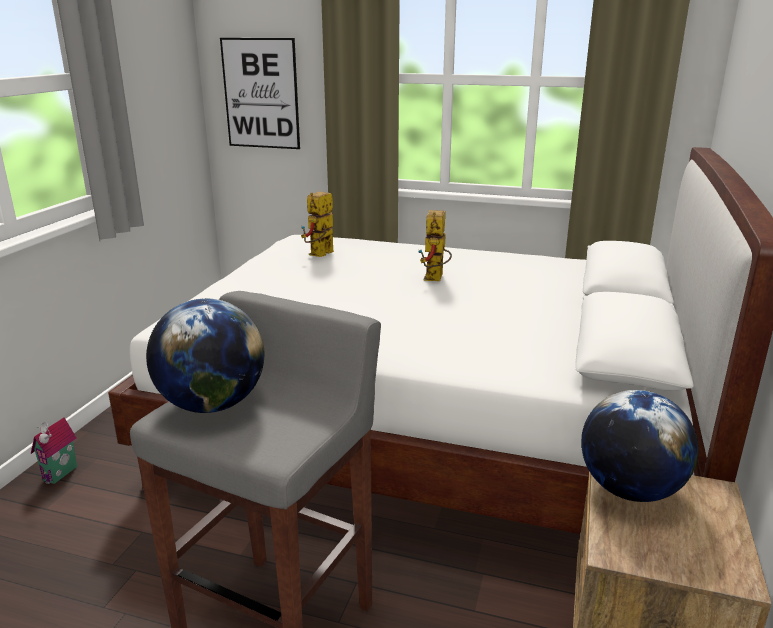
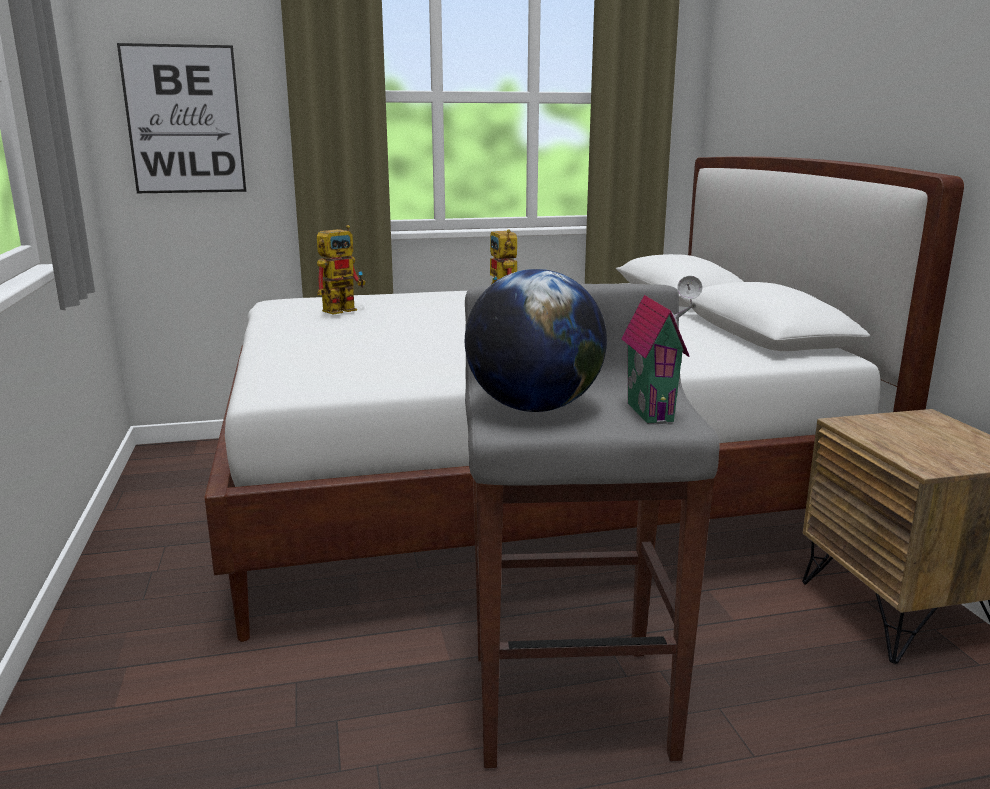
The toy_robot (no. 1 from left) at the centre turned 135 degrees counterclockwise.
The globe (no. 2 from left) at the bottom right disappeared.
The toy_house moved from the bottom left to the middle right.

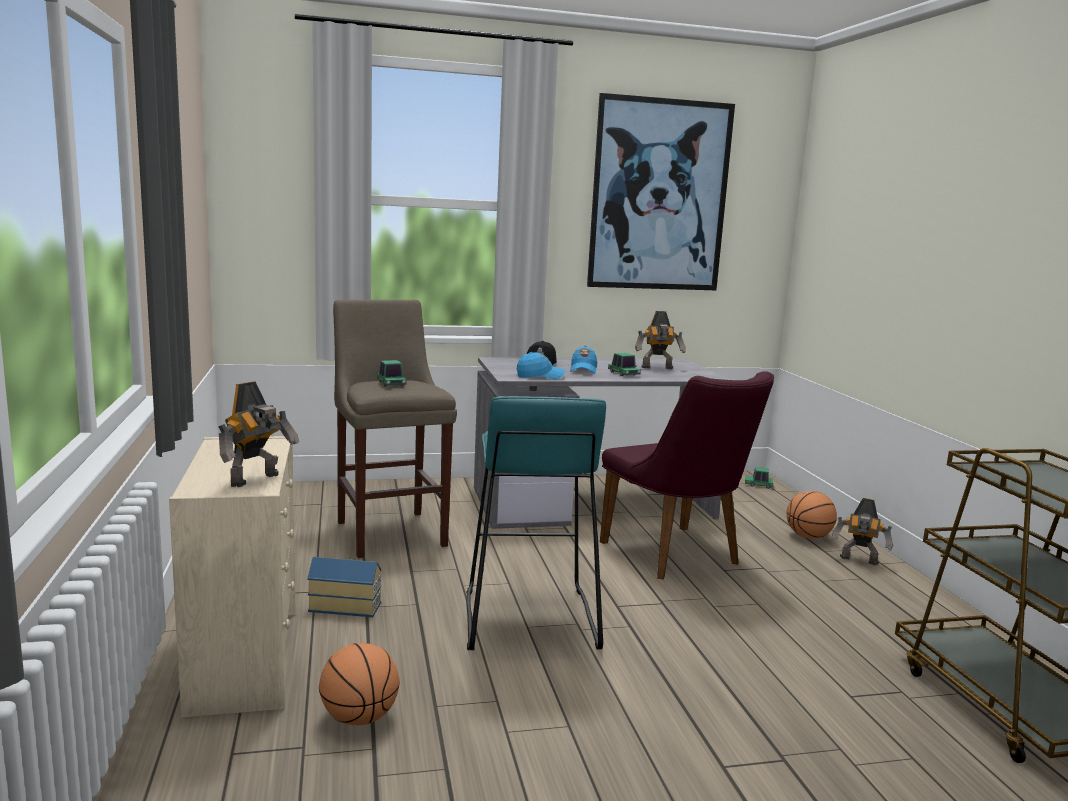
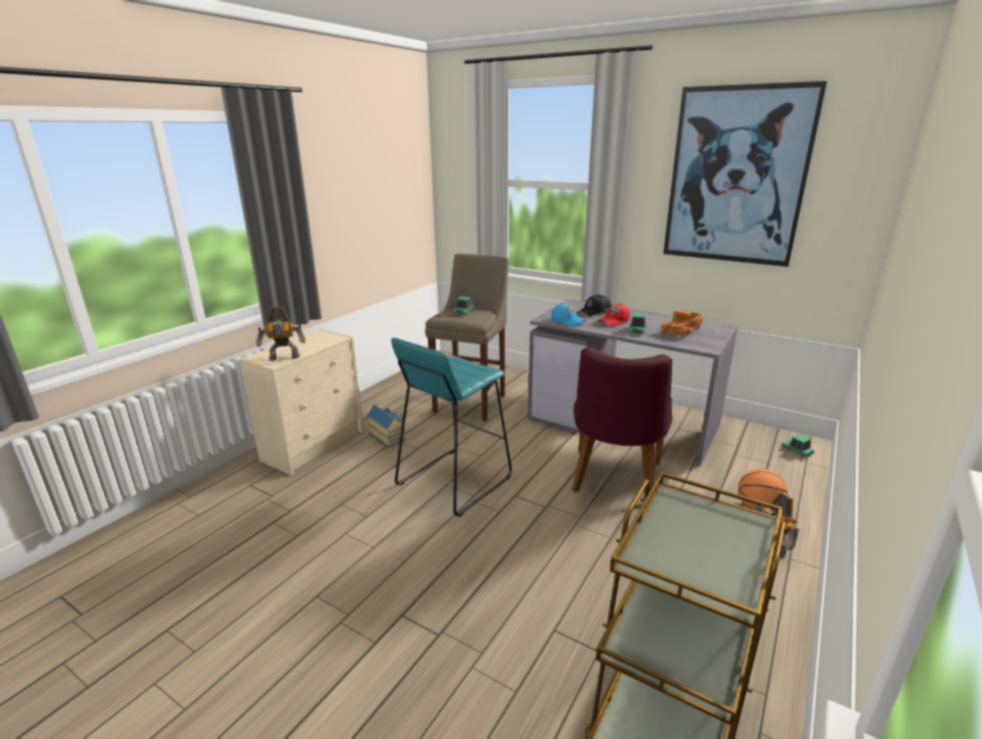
The toy_robot (no. 2 from left) at the centre was replaced by the toy_truck at the middle right.
The blue_cap (no. 2 from left) at the centre became the red_cap at the centre.
The basketball (no. 1 from left) at the bottom centre disappeared.

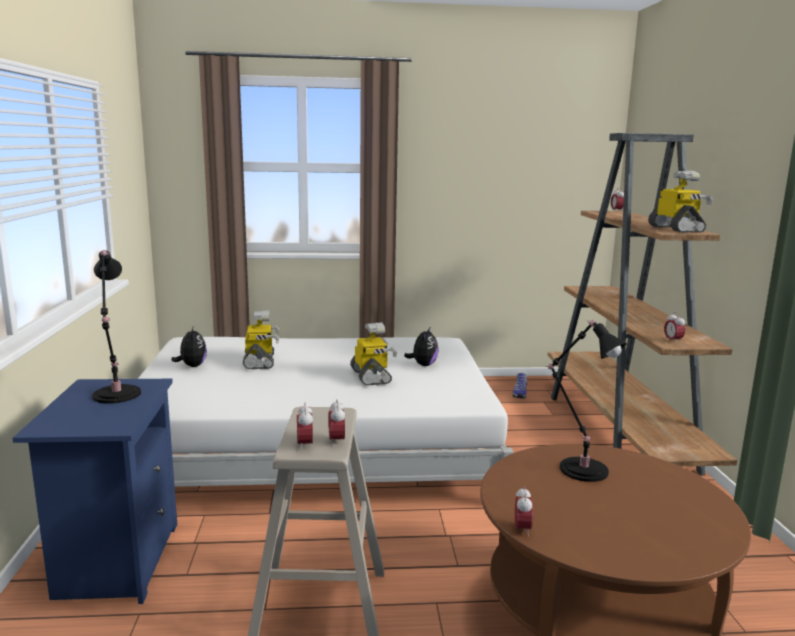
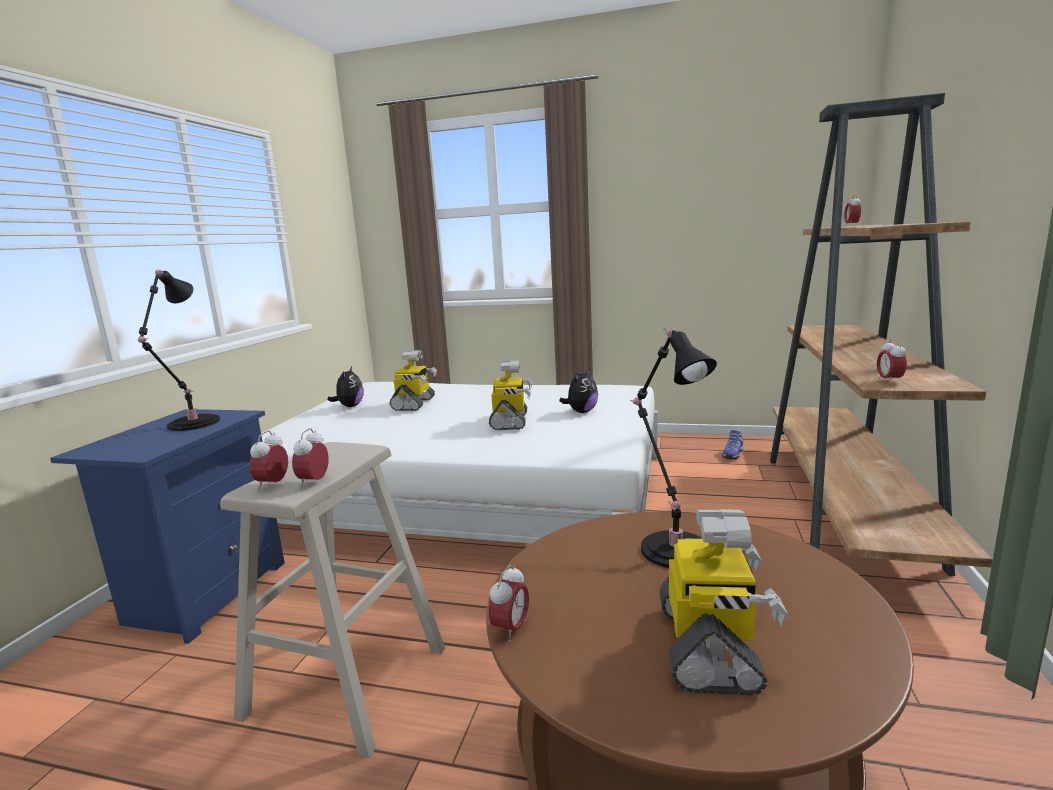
The toy_robot (no. 3 from left) moved from the top right to the bottom right.

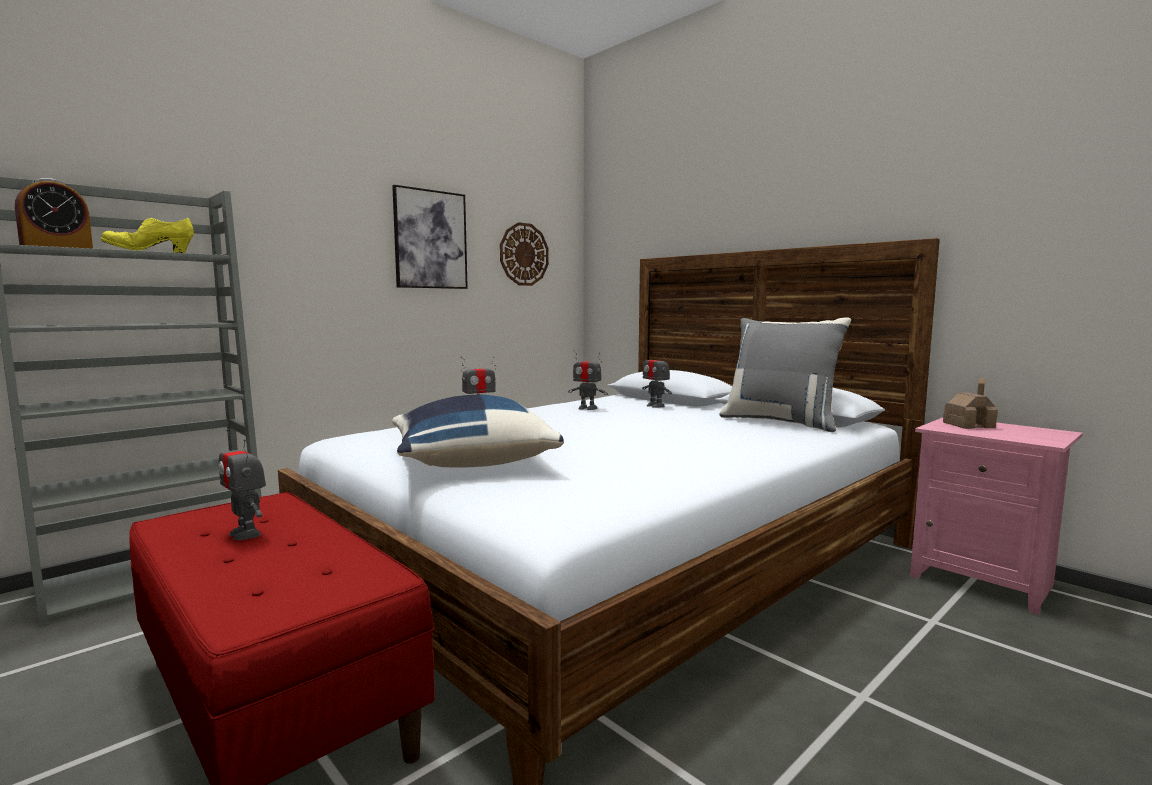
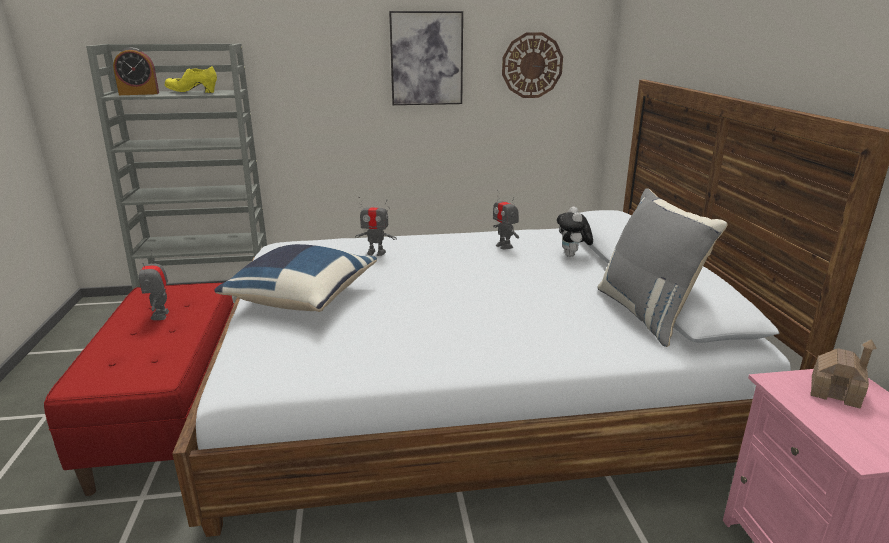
The toy_robot (no. 4 from left) at the centre was replaced by the plush_toy at the centre.

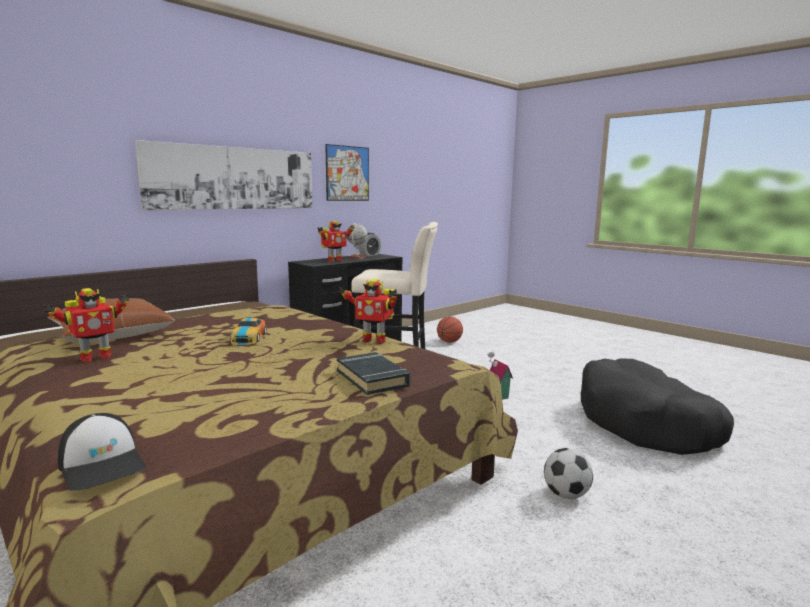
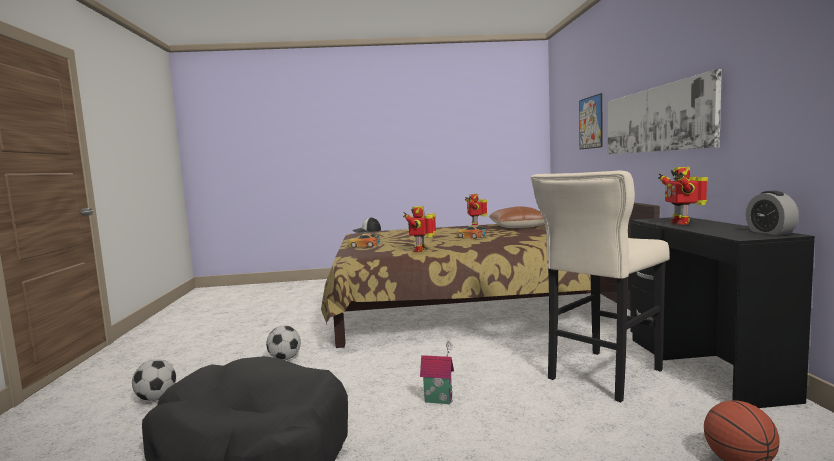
The picture (no. 2 from left in the first image) moved from the top centre to the top right.
The globe at the centre disappeared.
The toy_robot (no. 3 from left in the first image) at the centre turned 45 degrees counterclockwise.
The black_book at the centre was replaced by the toy_car (no. 1 from left) at the centre.
The football (no. 1 from left) at the bottom left appeared.

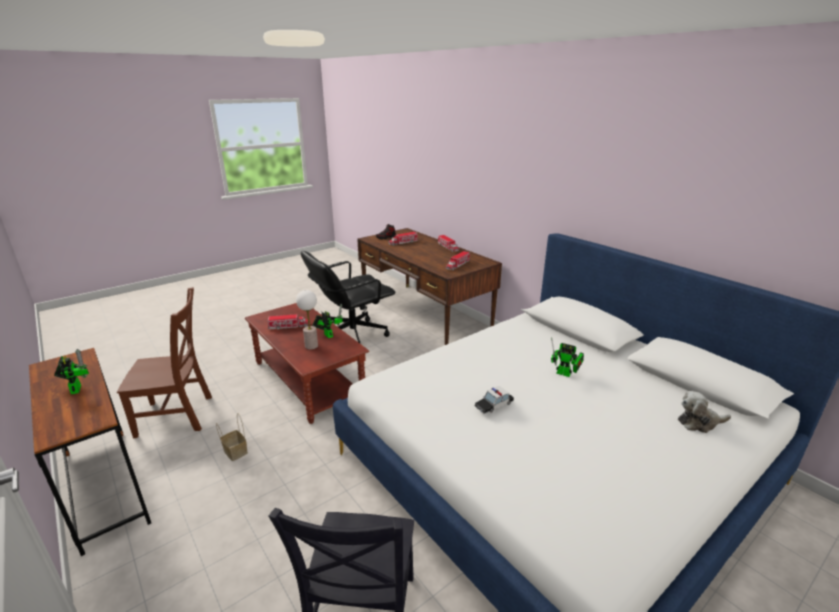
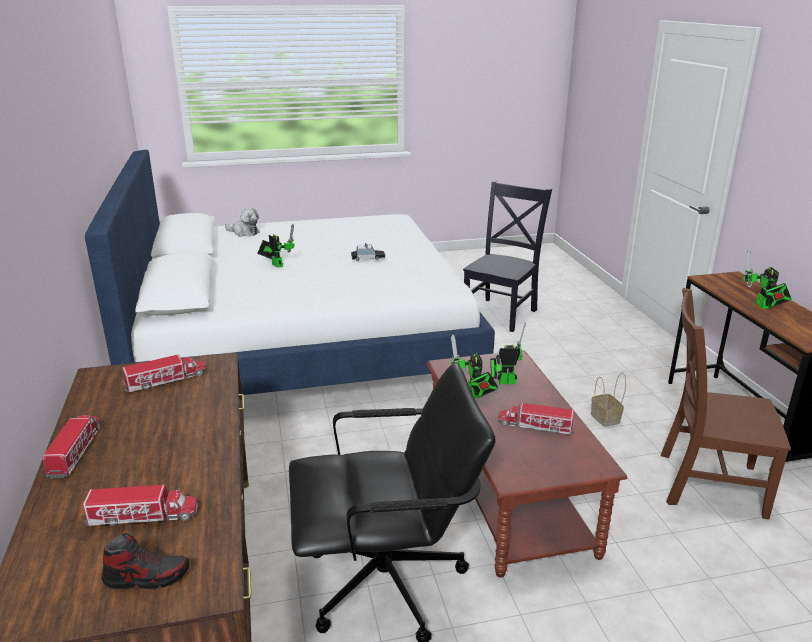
The table_lamp at the centre was replaced by the toy_robot (no. 3 from left) at the centre.

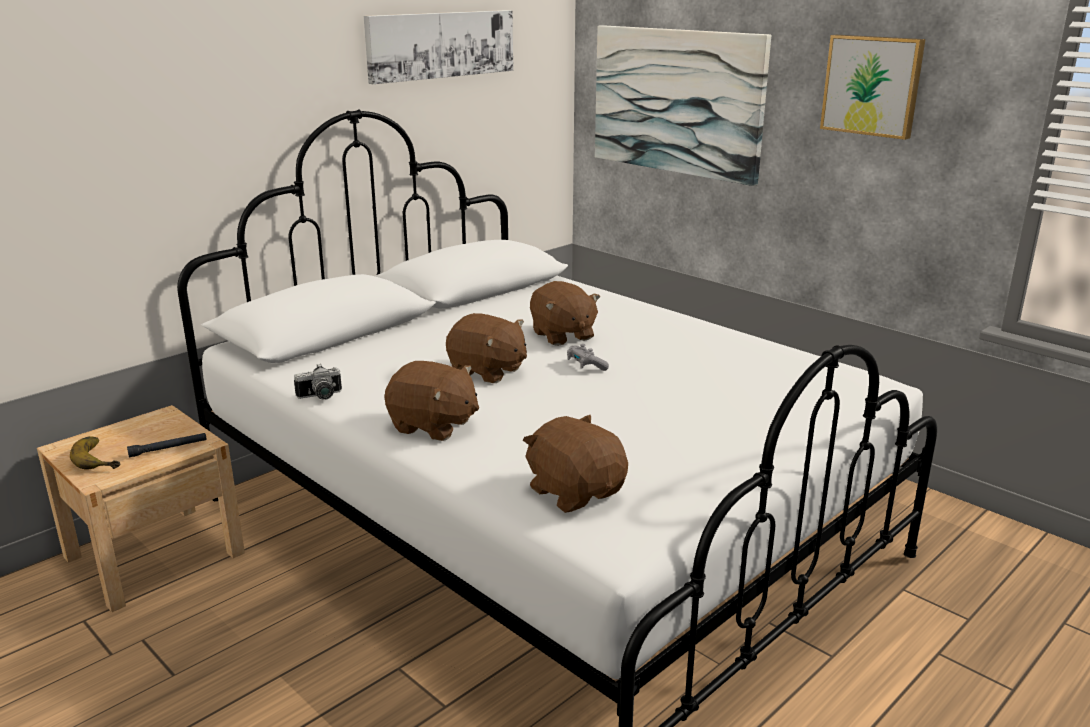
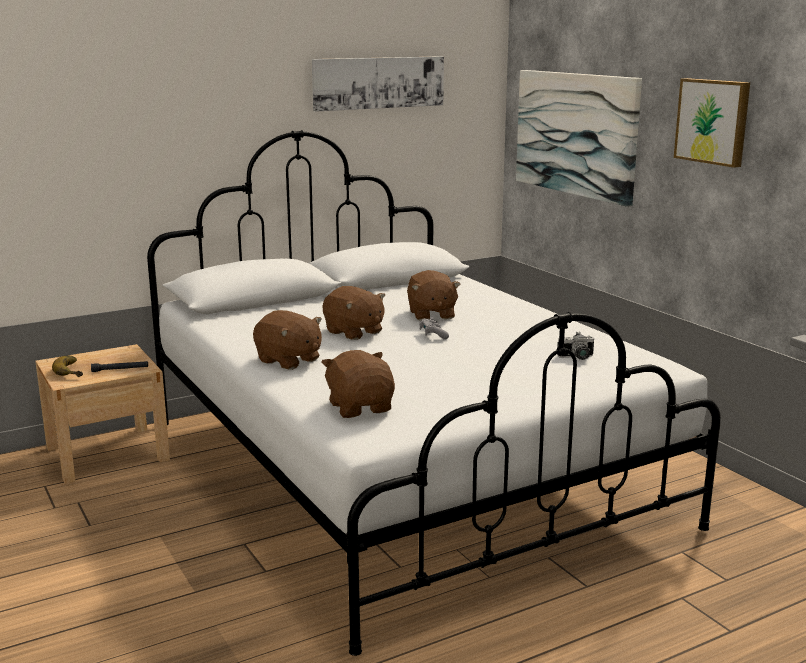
The photo_camera moved from the middle left to the middle right.

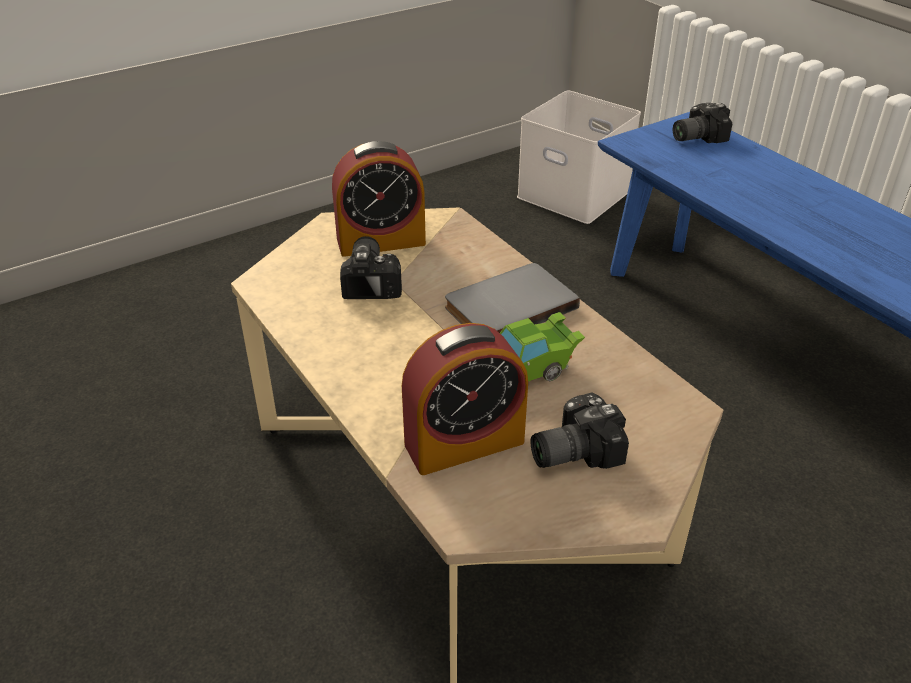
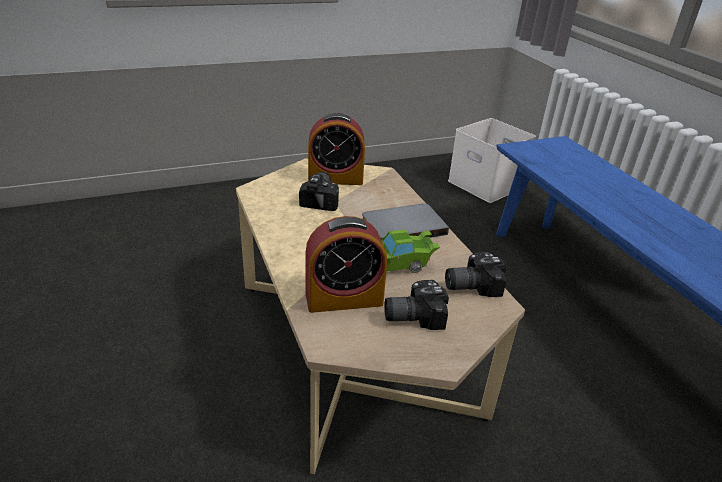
The photo_camera (no. 3 from left) moved from the top right to the centre.

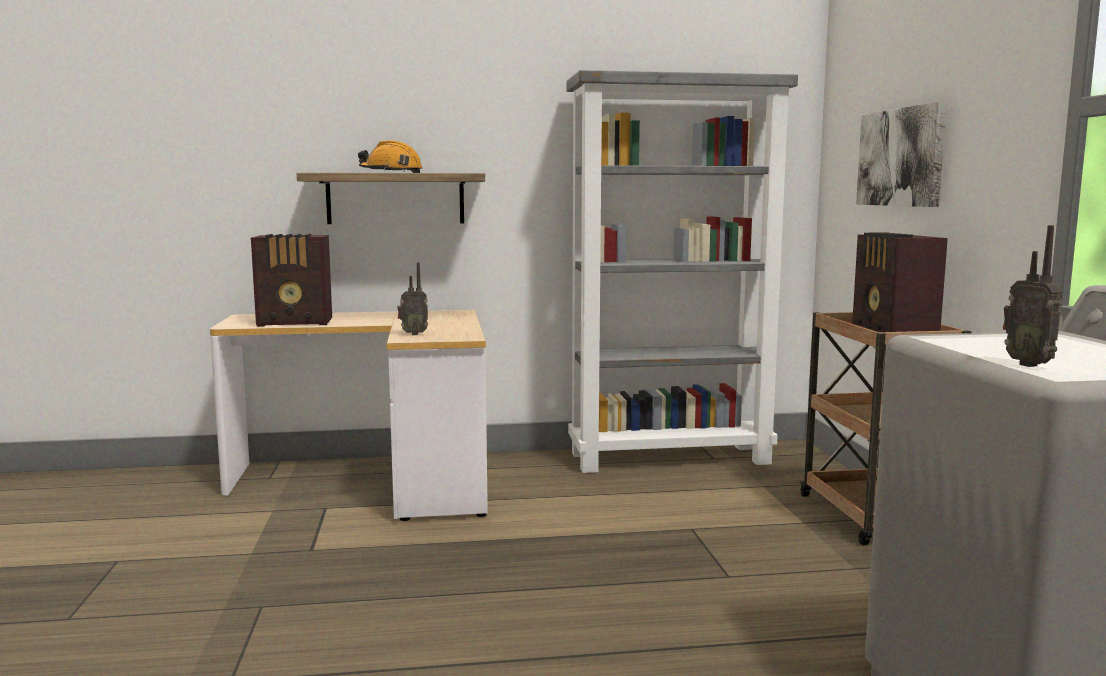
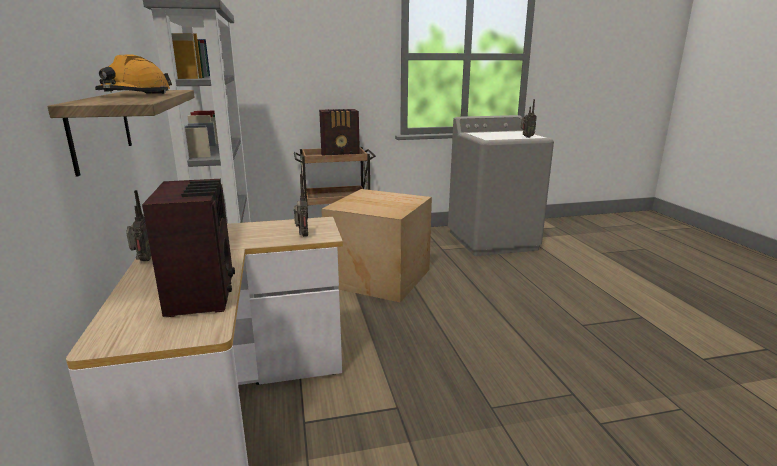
The picture at the top right disappeared.
The cardboard_box at the centre appeared.
The radio (no. 1 from left) at the middle left appeared.

